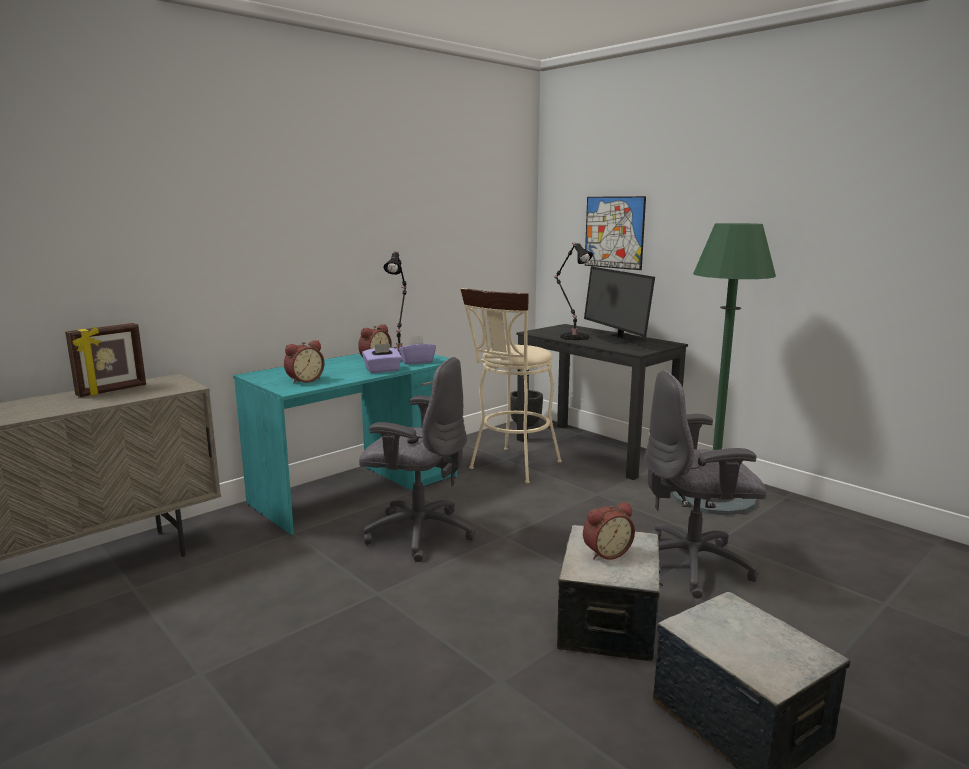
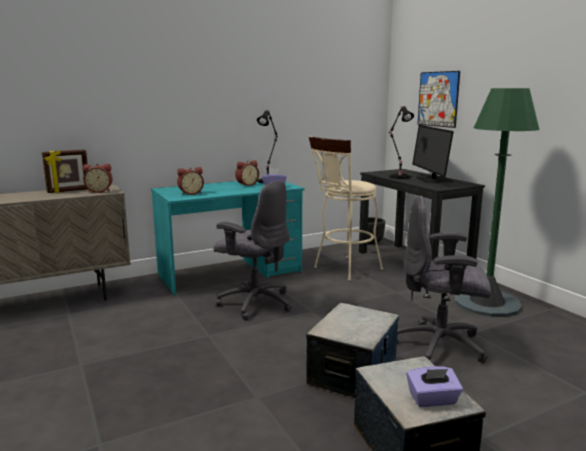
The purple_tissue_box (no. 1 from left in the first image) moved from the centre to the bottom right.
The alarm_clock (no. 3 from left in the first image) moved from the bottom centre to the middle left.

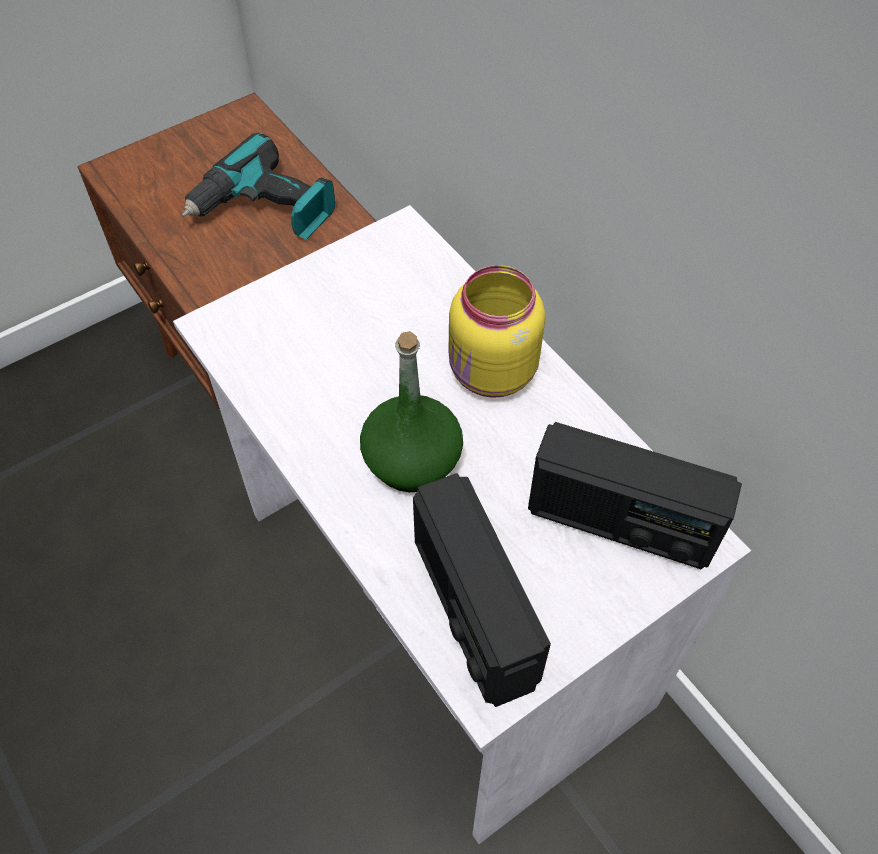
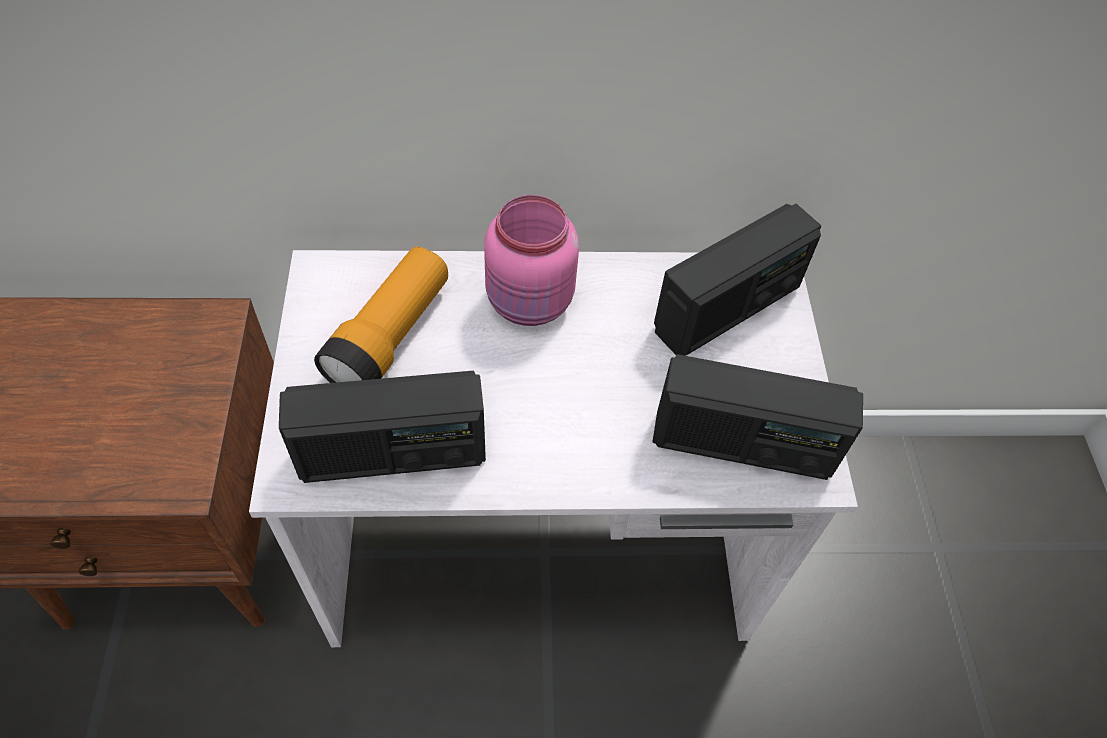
The power_drill at the top left disappeared.
The yellow_jar at the centre became the pink_jar at the centre.
The green_bottle at the centre disappeared.
The flashlight at the centre appeared.
The radio (no. 1 from left) at the centre appeared.

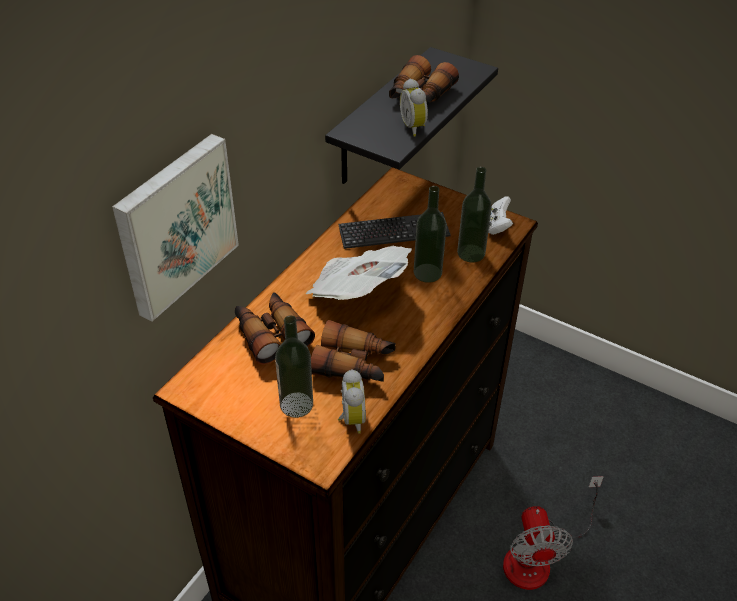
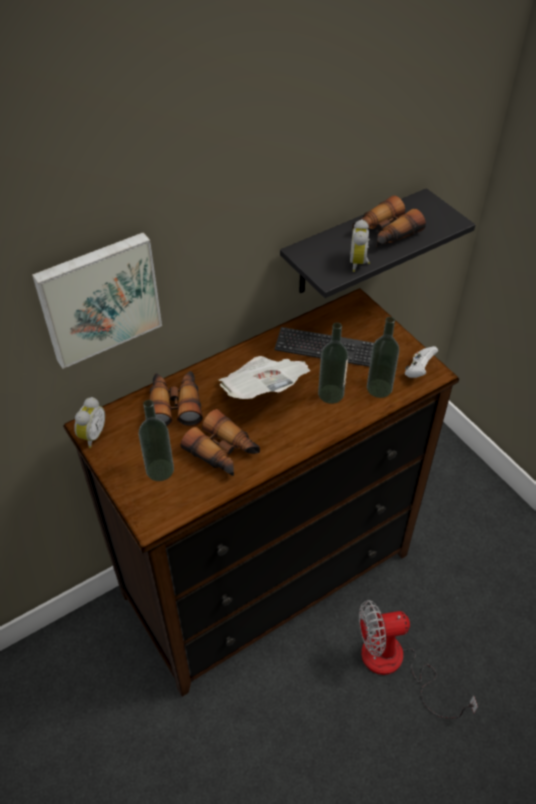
The alarm_clock (no. 1 from left) moved from the bottom centre to the middle left.
The fan at the bottom right turned 60 degrees clockwise.

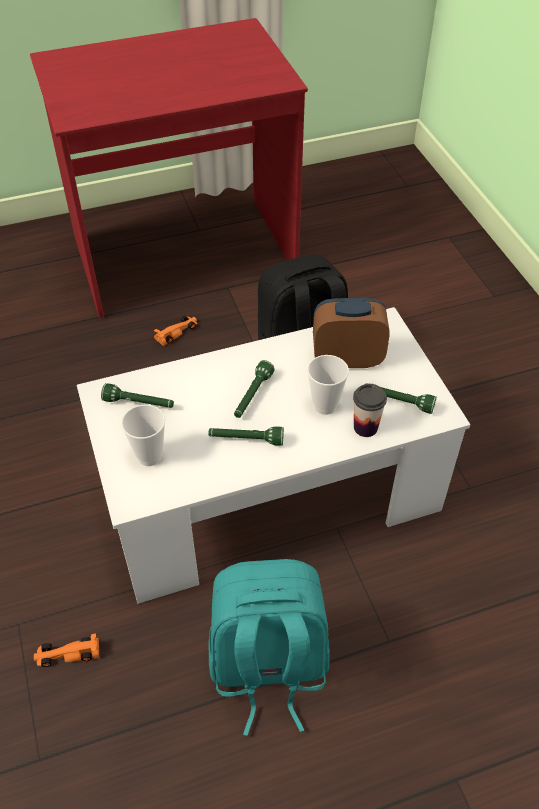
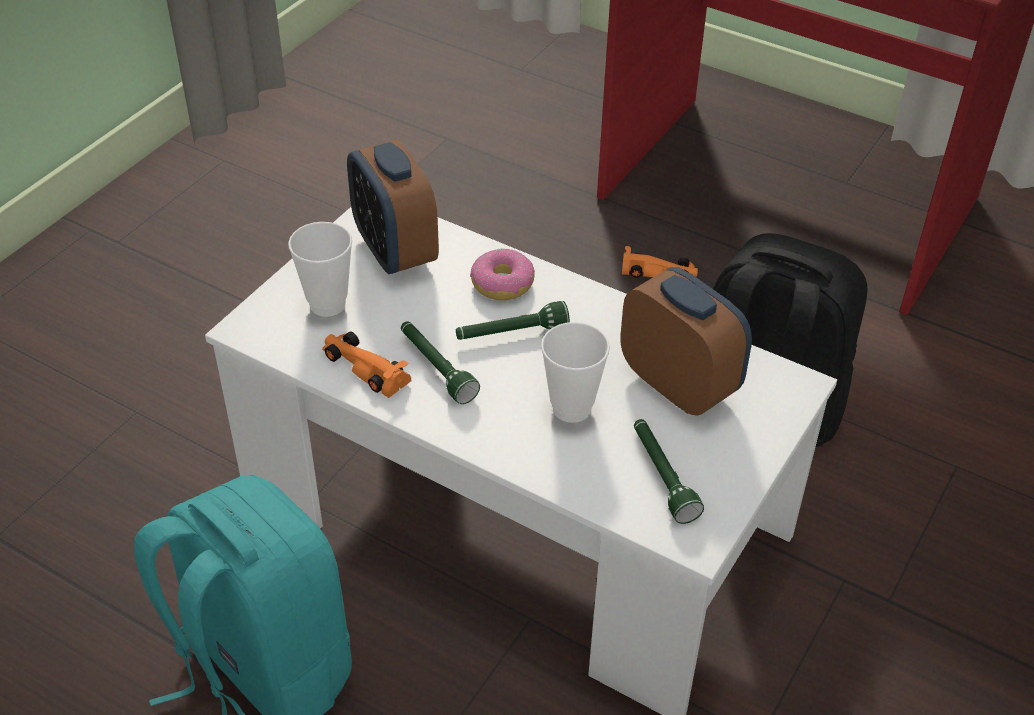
The green_flashlight (no. 1 from left) at the middle left was replaced by the alarm_clock (no. 1 from left) at the top centre.
The cup (no. 3 from left) at the middle right disappeared.
The orange_toy_car (no. 1 from left) moved from the bottom left to the centre.
The donut at the centre appeared.

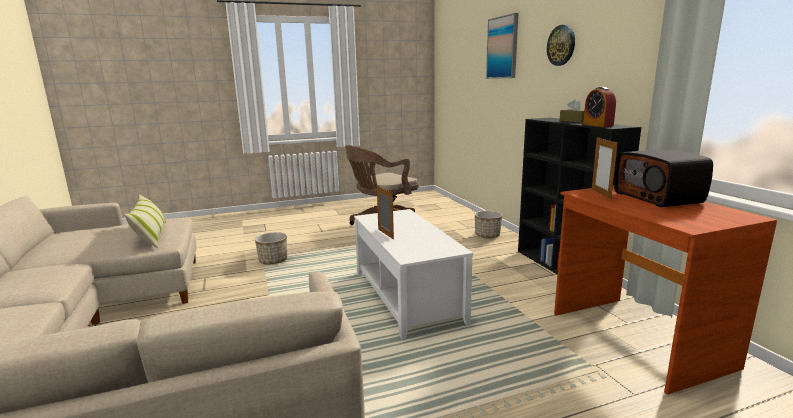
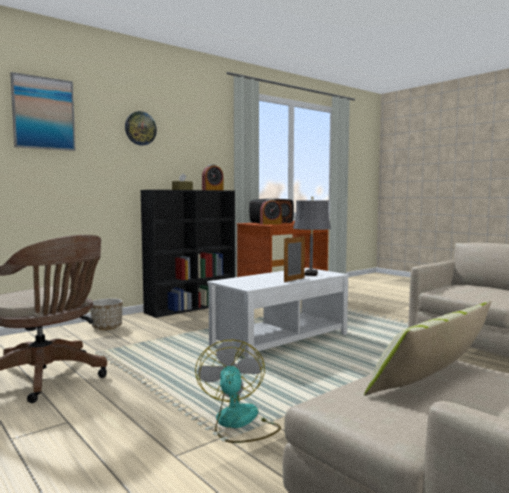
The picture_frame (no. 2 from left) at the middle right was replaced by the alarm_clock (no. 2 from left) at the centre.
The planter (no. 1 from left) at the centre was replaced by the fan at the bottom centre.
The grey_table_lamp at the centre appeared.

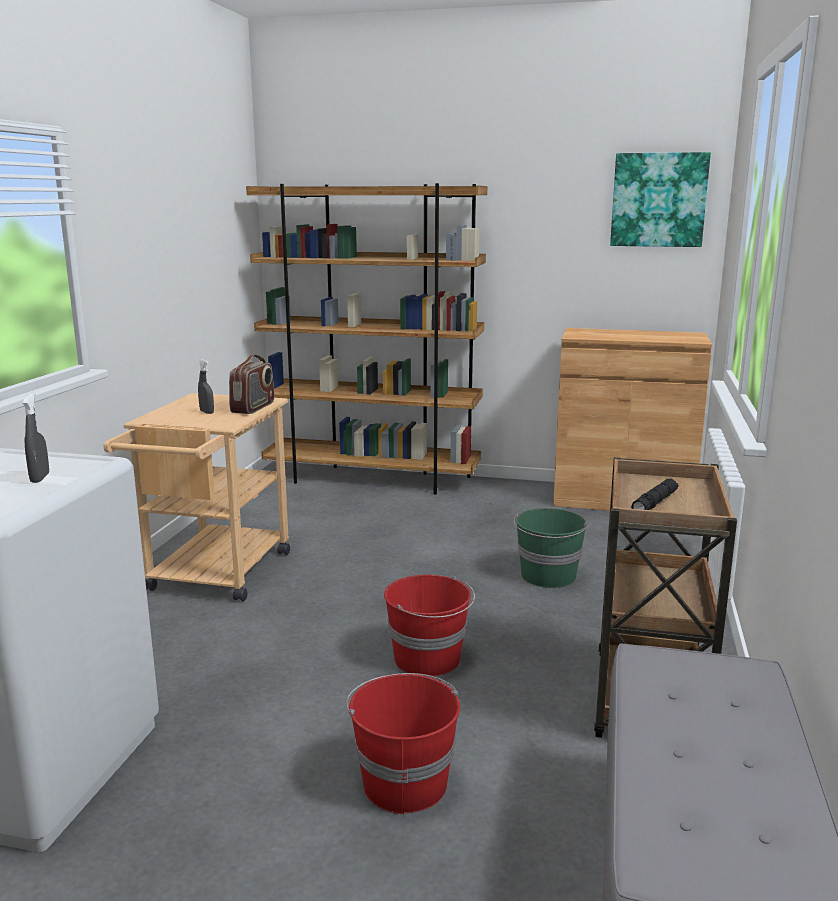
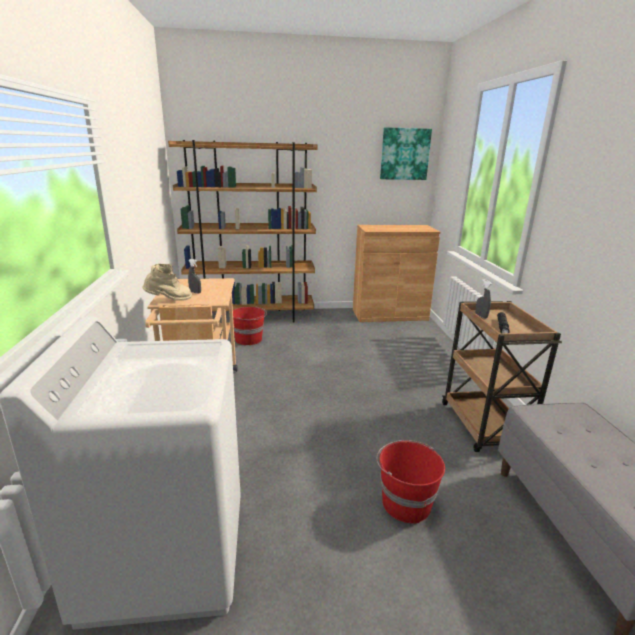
The radio at the middle left disappeared.
The grey_spray_bottle (no. 1 from left in the first image) moved from the middle left to the middle right.
The green_bucket at the centre disappeared.
The red_bucket (no. 2 from left in the first image) moved from the bottom centre to the centre.
The beige_boot at the middle left appeared.

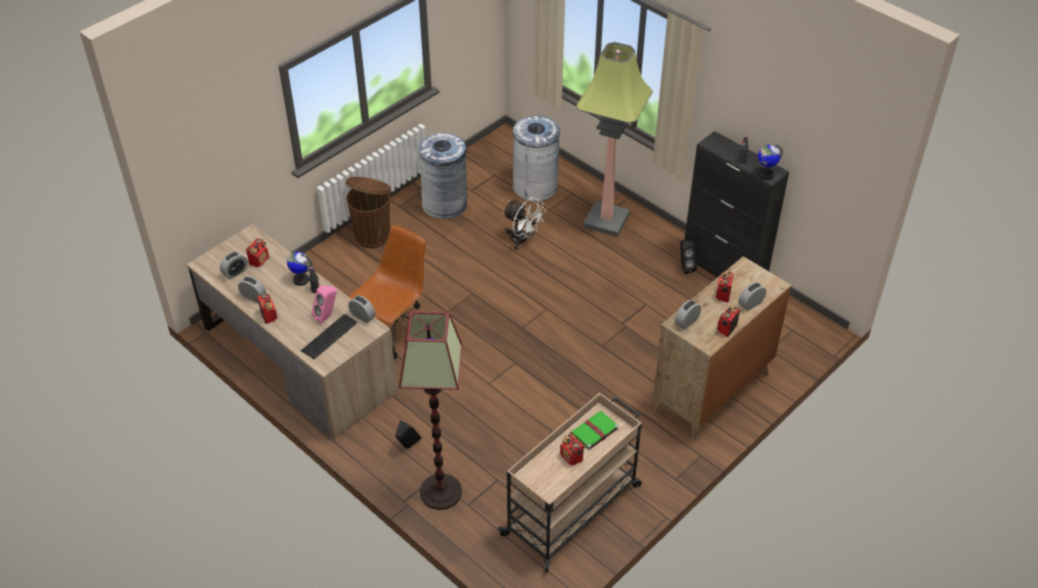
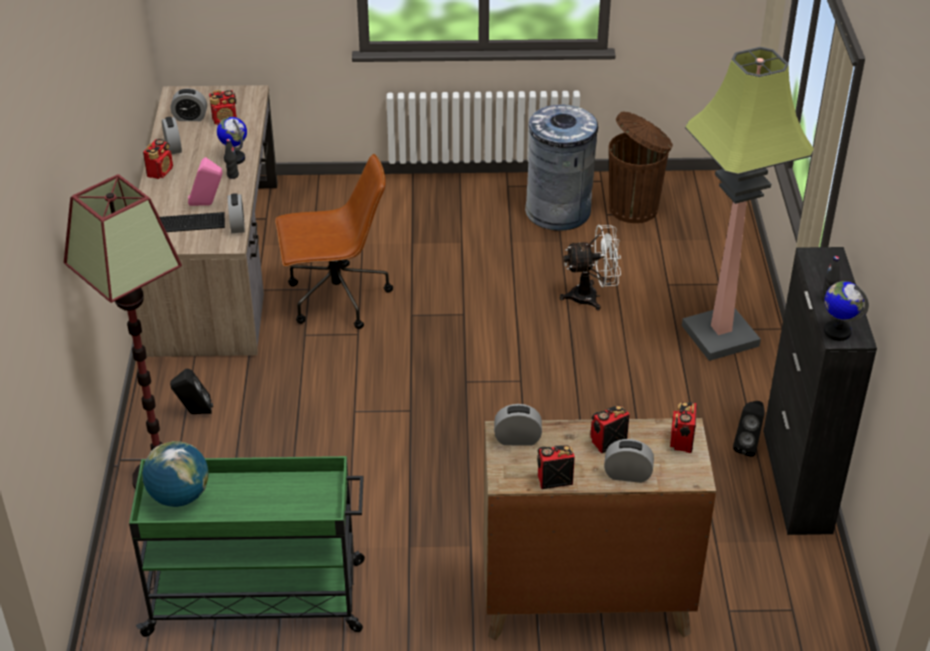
The grey_trash_can (no. 2 from left) at the top centre disappeared.
The brown_trash_can moved from the centre to the top right.
The white_fan at the centre turned 90 degrees counterclockwise.
The beige_cart at the bottom centre became the green_cart at the bottom left.
The green_book at the bottom centre disappeared.
The radio (no. 3 from left in the first image) moved from the bottom centre to the middle right.
The globe (no. 1 from left) at the bottom left appeared.

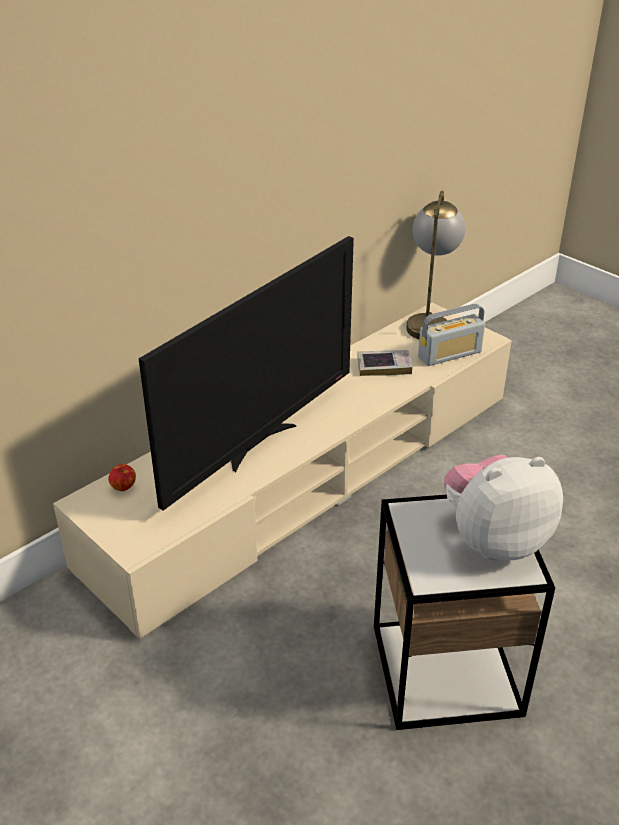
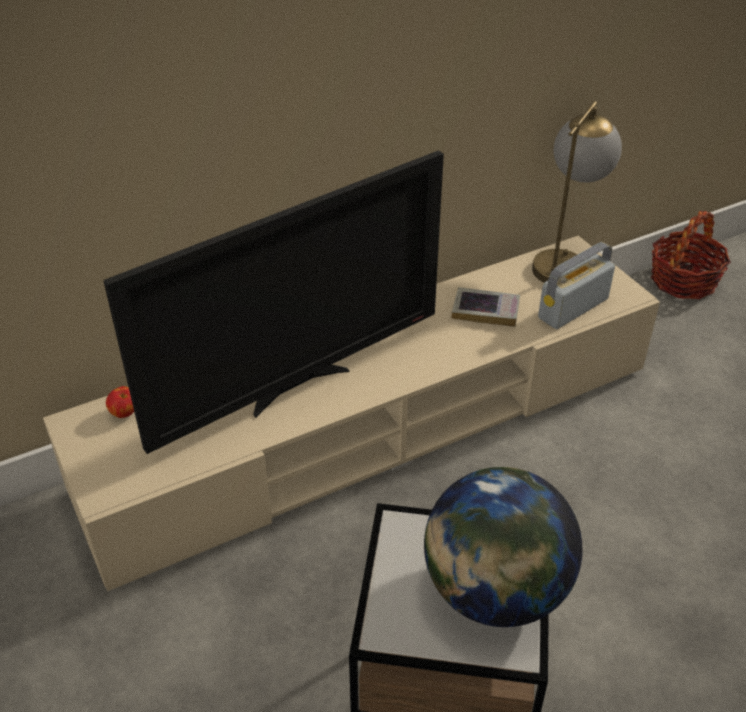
The radio at the middle right turned 150 degrees clockwise.
The plush_toy at the middle right was replaced by the globe at the bottom right.
The basket at the middle right appeared.

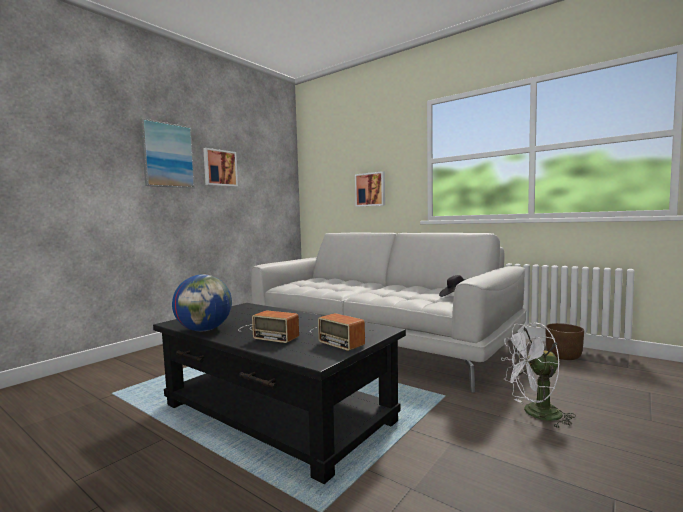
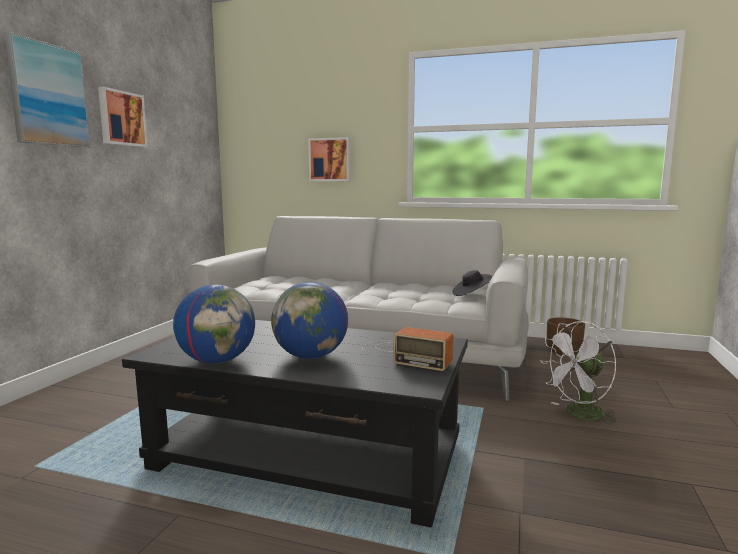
The radio (no. 1 from left) at the centre was replaced by the globe (no. 2 from left) at the centre.

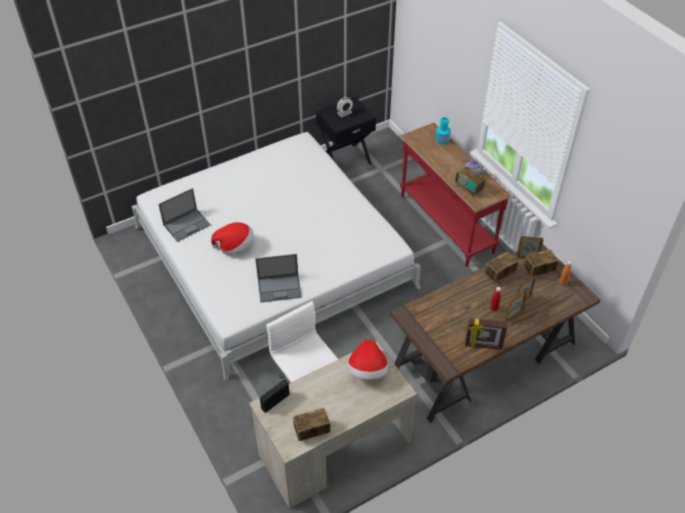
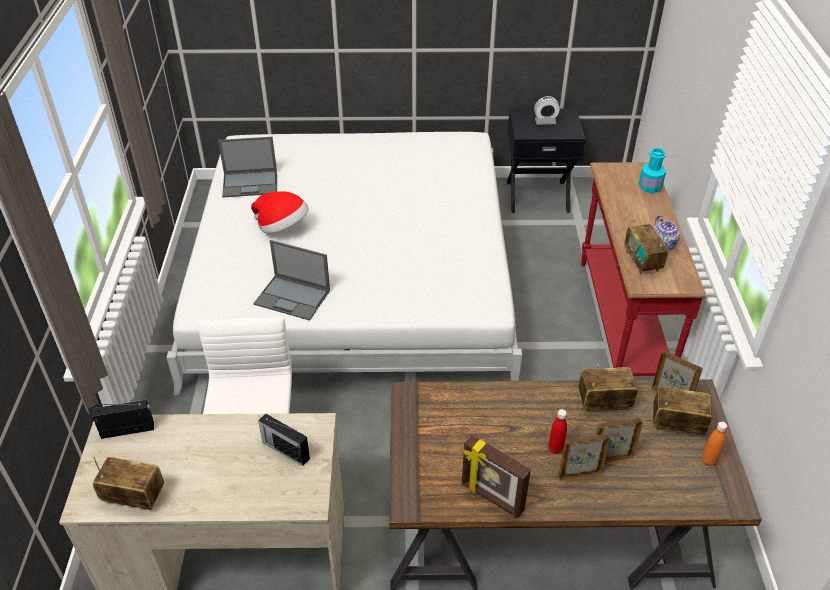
The hat (no. 2 from left) at the bottom centre was replaced by the radio (no. 3 from left) at the bottom centre.

